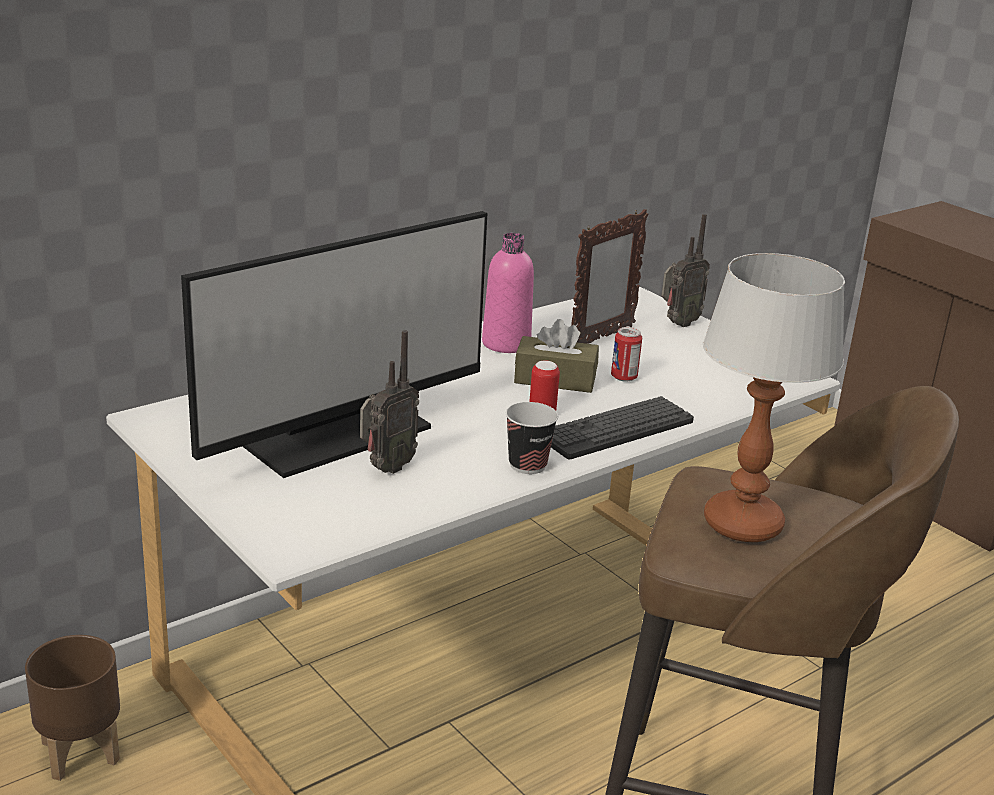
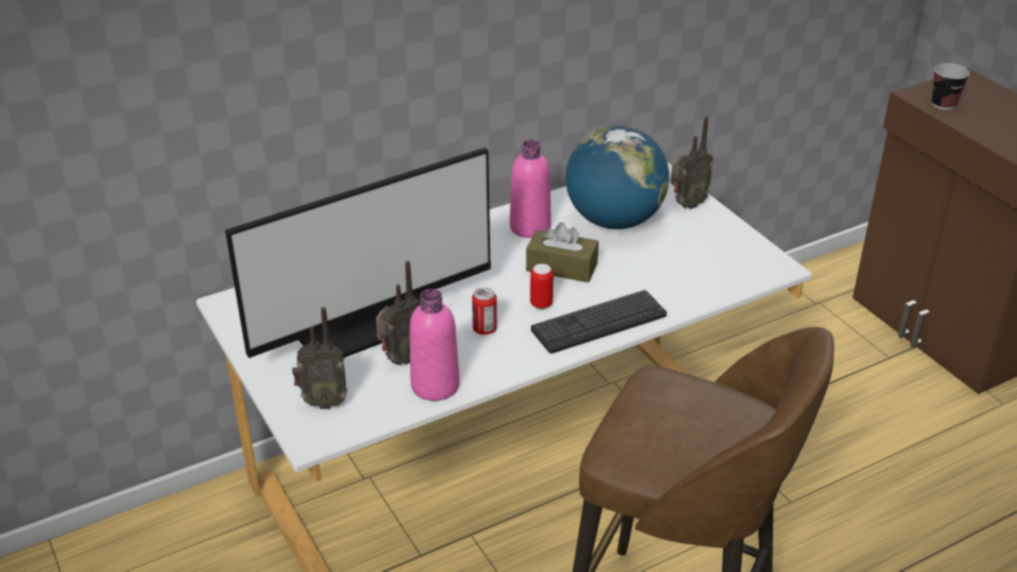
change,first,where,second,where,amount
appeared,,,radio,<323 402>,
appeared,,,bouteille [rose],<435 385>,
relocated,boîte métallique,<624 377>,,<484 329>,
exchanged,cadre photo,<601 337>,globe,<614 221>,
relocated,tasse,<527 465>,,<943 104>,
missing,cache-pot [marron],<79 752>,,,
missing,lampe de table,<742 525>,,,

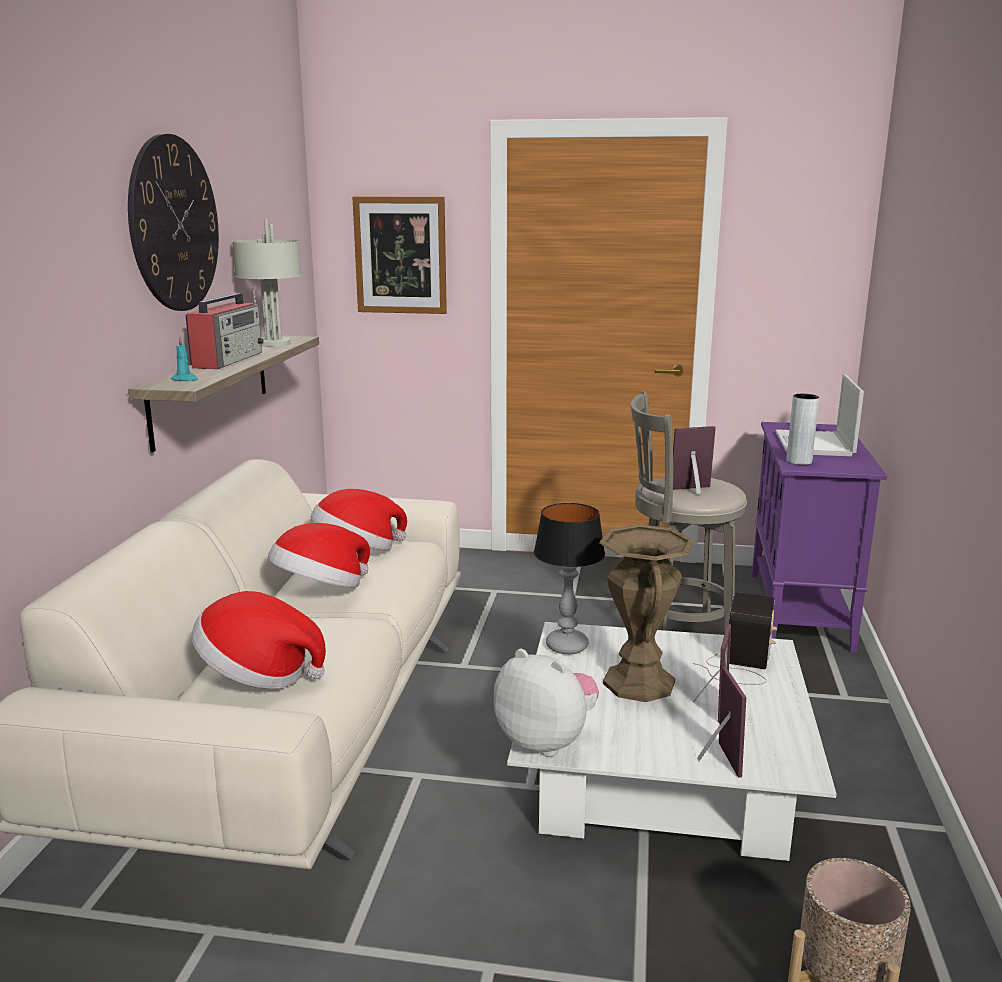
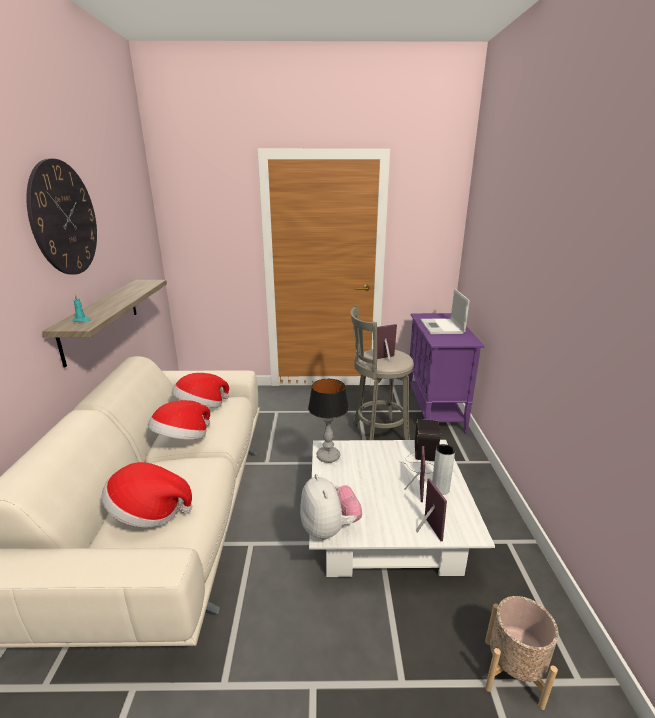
change,first,where,second,where,amount
spun,peluche,<546 741>,,<329 528>,45 degrees clockwise
relocated,vase [gris],<799 461>,,<440 489>,
missing,radio,<228 360>,,,
missing,lampe de table [gris],<272 344>,,,
missing,tableau,<400 255>,,,
missing,vase [marron],<639 683>,,,

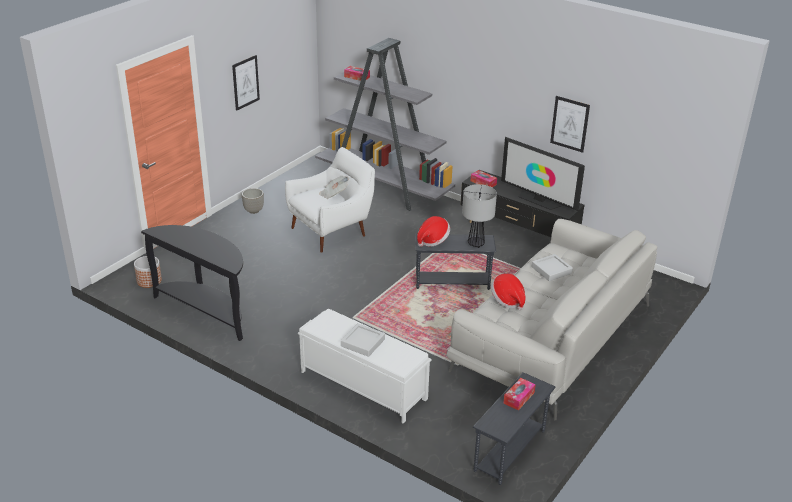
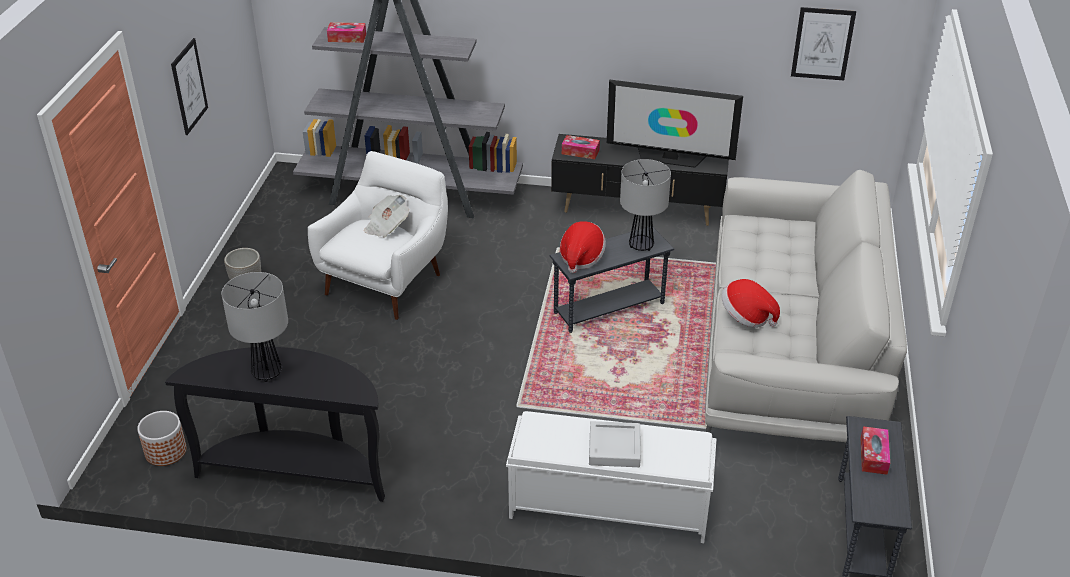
change,first,where,second,where,amount
appeared,,,lampe de table,<267 373>,
relocated,tableau,<569 124>,,<822 44>,
missing,plateau [gris],<551 270>,,,

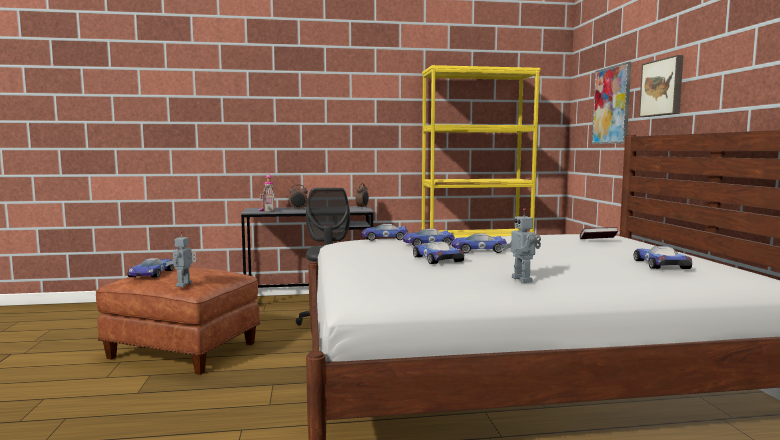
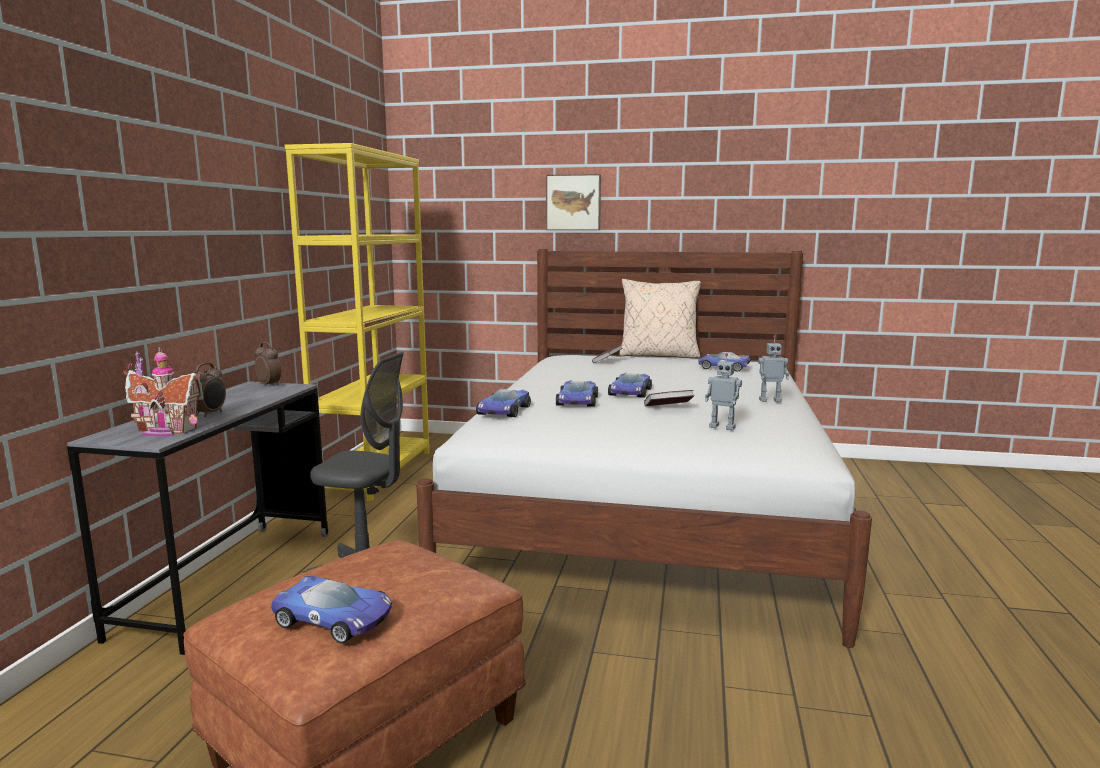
change,first,where,second,where,amount
appeared,,,coussin [beige],<659 355>,
exchanged,petite voiture,<437 259>,livre,<668 408>,
relocated,robot jouet,<184 285>,,<722 427>,
missing,tableau,<611 105>,,,

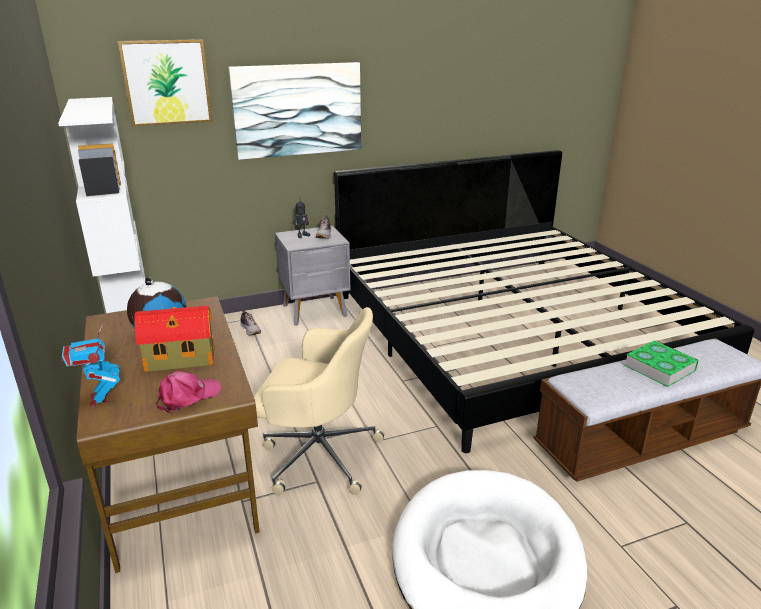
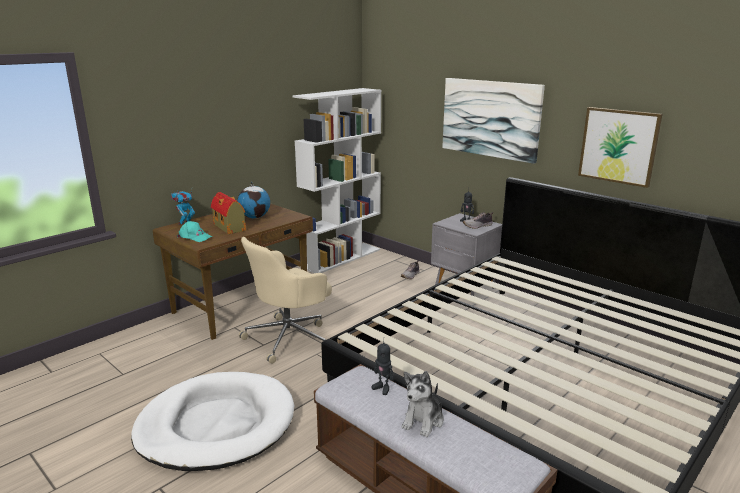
change,first,where,second,where,amount
colour,casquette [rose],<187 396>,casquette [turquoise],<194 237>,
spun,chaise de bureau [beige],<318 454>,,<289 337>,60 degrees clockwise
appeared,,,robot jouet,<382 388>,
exchanged,livre,<659 368>,peluche,<423 420>,
relocated,tableau,<167 82>,,<618 146>,

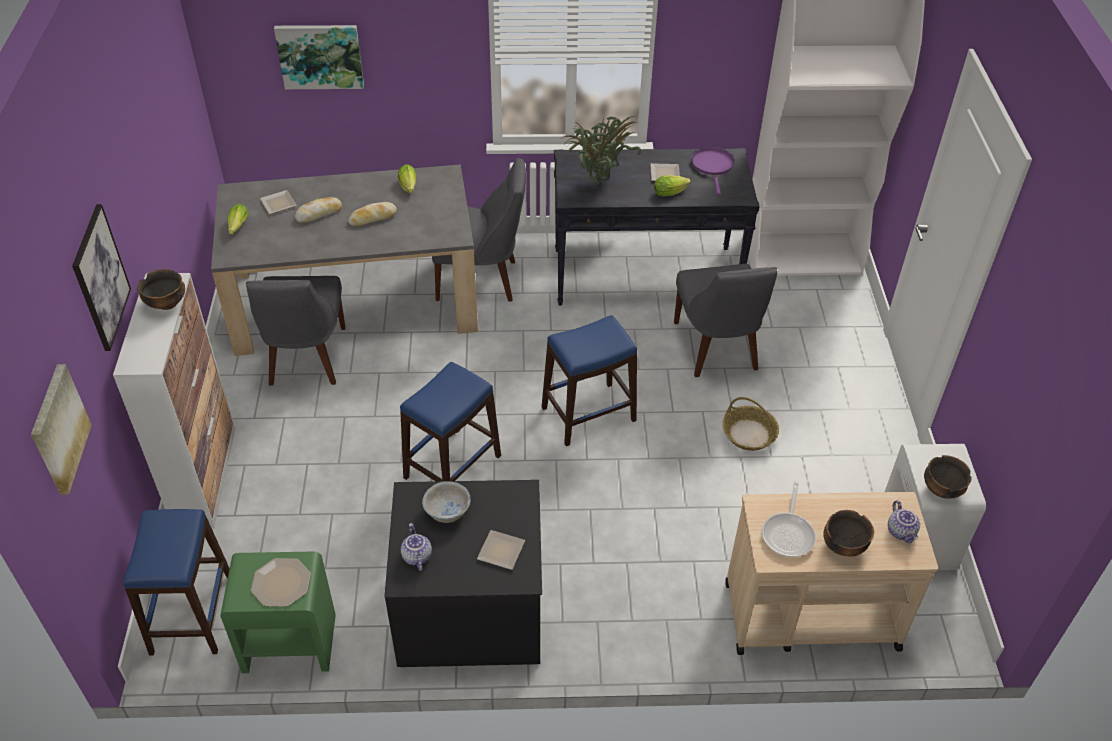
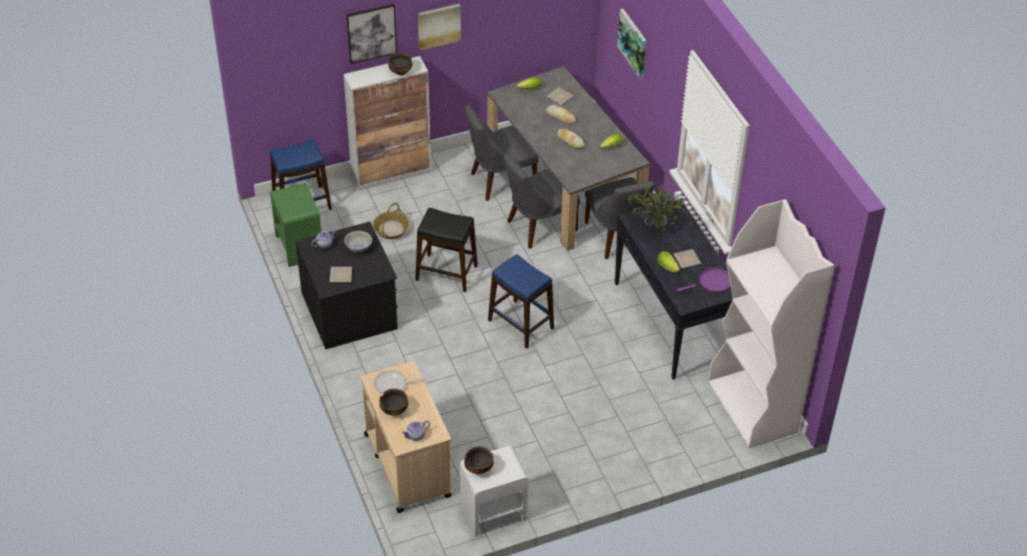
change,first,where,second,where,amount
relocated,panier,<748 434>,,<391 229>,
colour,tabouret [bleu],<453 467>,tabouret [noir],<446 273>,
relocated,tableau,<58 429>,,<439 25>,
relocated,chaise [gris],<717 349>,,<538 226>,
missing,assiette,<280 583>,,,

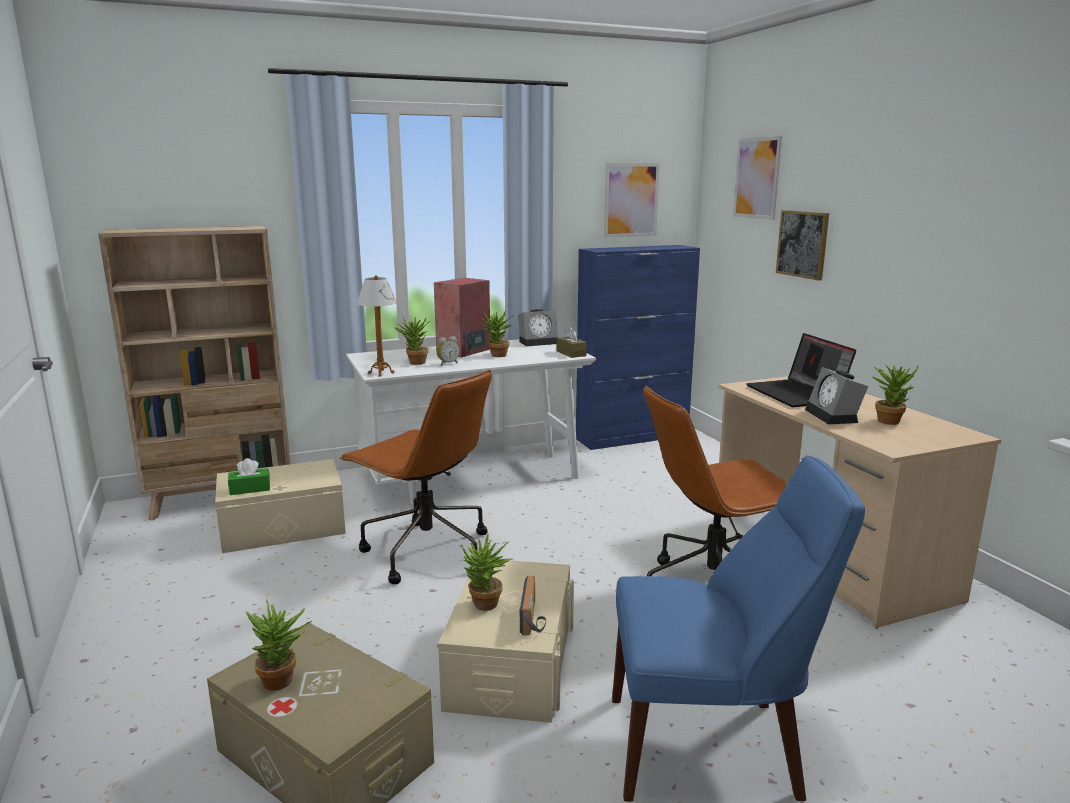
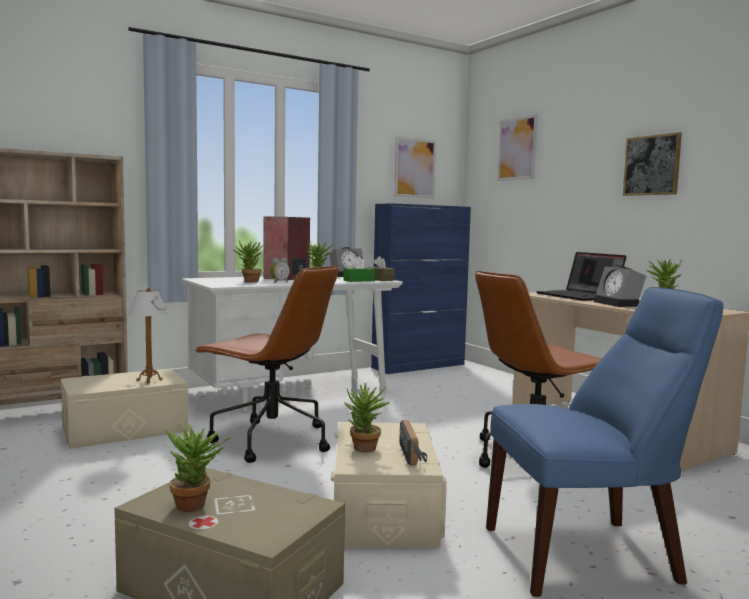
change,first,where,second,where,amount
relocated,lampe de table,<381 373>,,<149 380>,
relocated,boîte à mouchoirs [vert],<250 489>,,<359 280>,
relocated,tableau,<803 244>,,<652 165>,

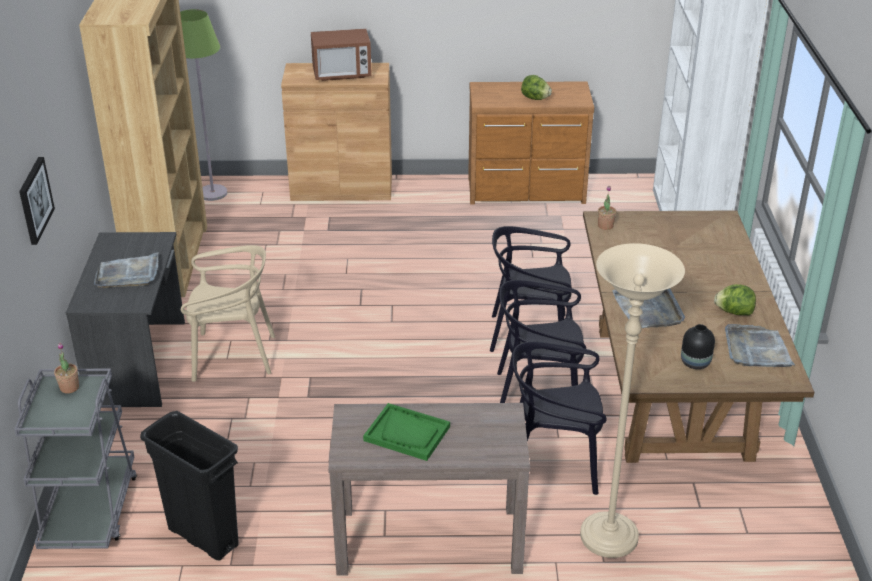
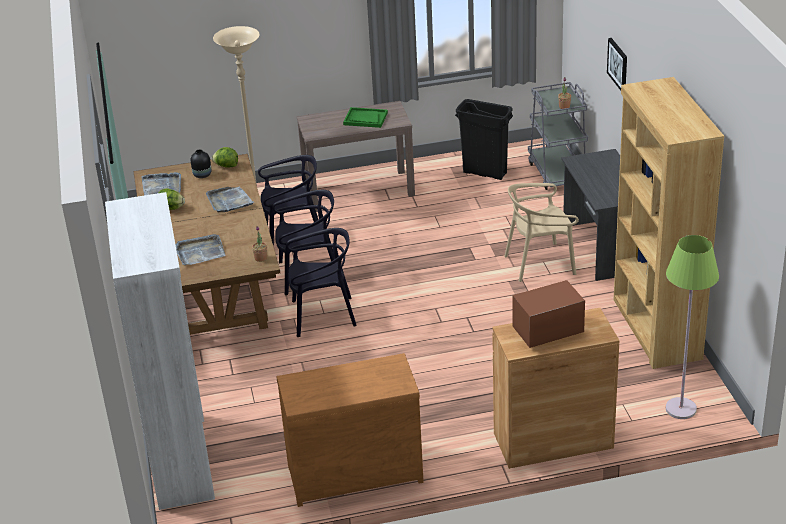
change,first,where,second,where,amount
relocated,plateau [gris],<128 274>,,<200 252>,
relocated,laitue,<535 98>,,<226 166>,

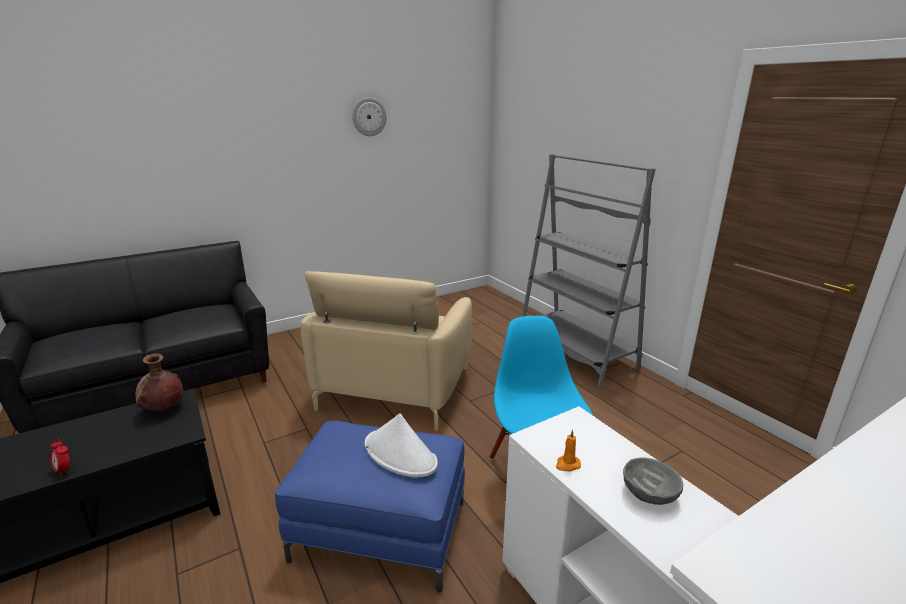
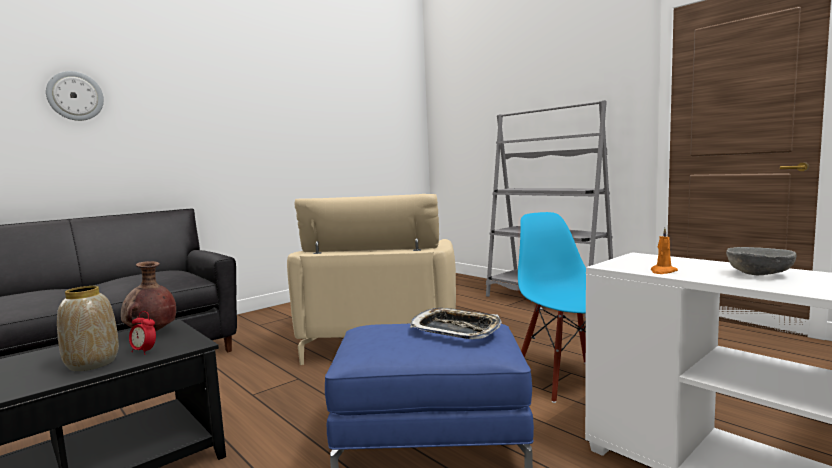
change,first,where,second,where,amount
relocated,horloge murale,<369 117>,,<75 96>,
appeared,,,vase,<93 363>,
relocated,réveil,<64 470>,,<144 351>,
exchanged,chapeau [blanc],<400 454>,plateau,<456 330>,

